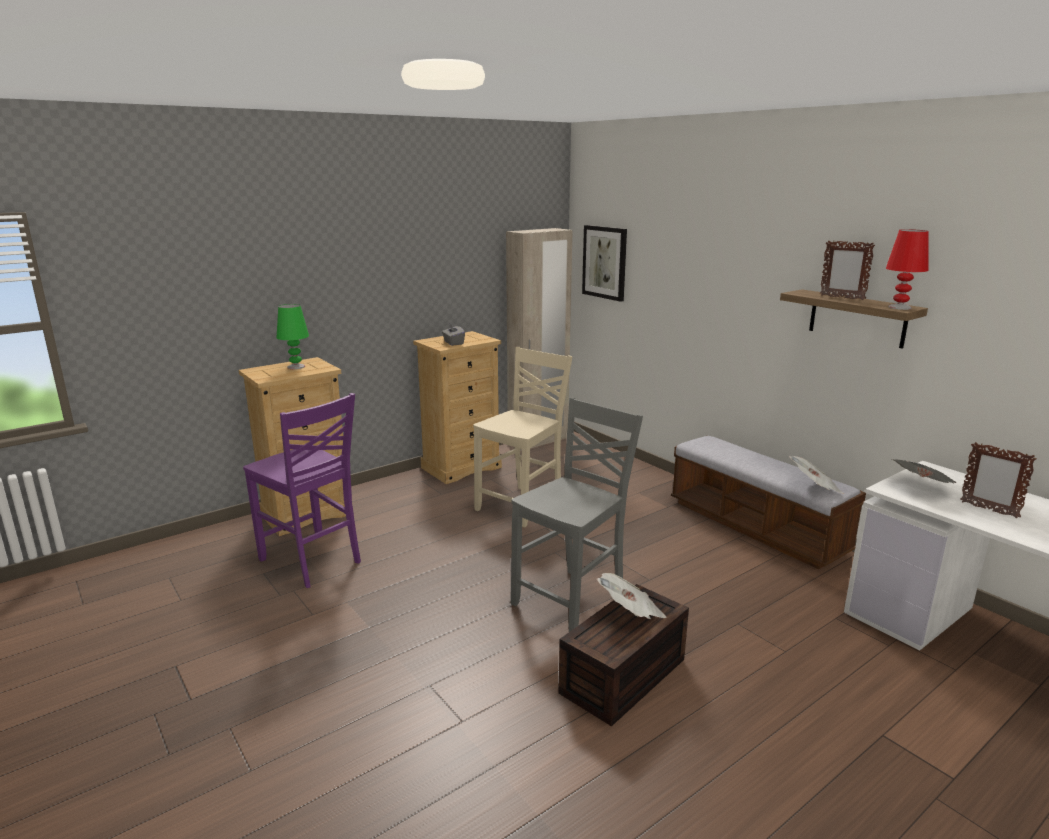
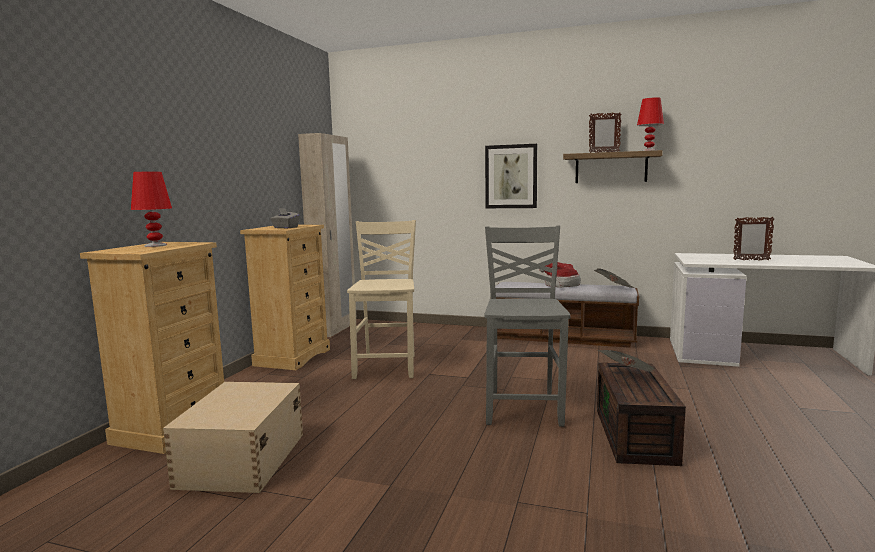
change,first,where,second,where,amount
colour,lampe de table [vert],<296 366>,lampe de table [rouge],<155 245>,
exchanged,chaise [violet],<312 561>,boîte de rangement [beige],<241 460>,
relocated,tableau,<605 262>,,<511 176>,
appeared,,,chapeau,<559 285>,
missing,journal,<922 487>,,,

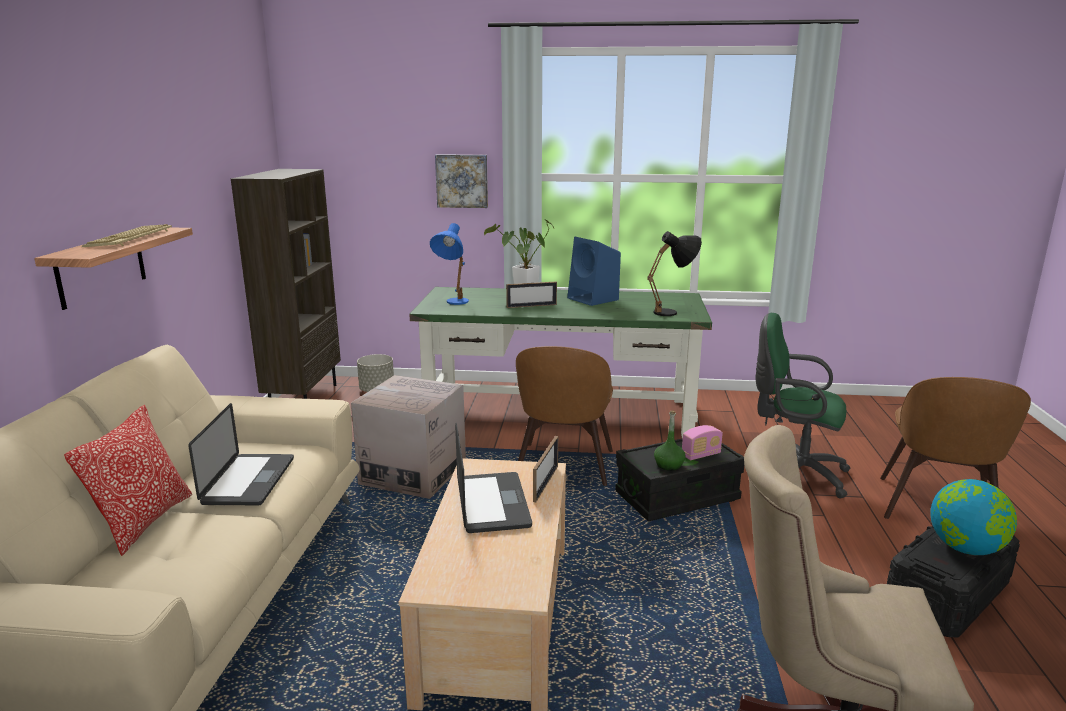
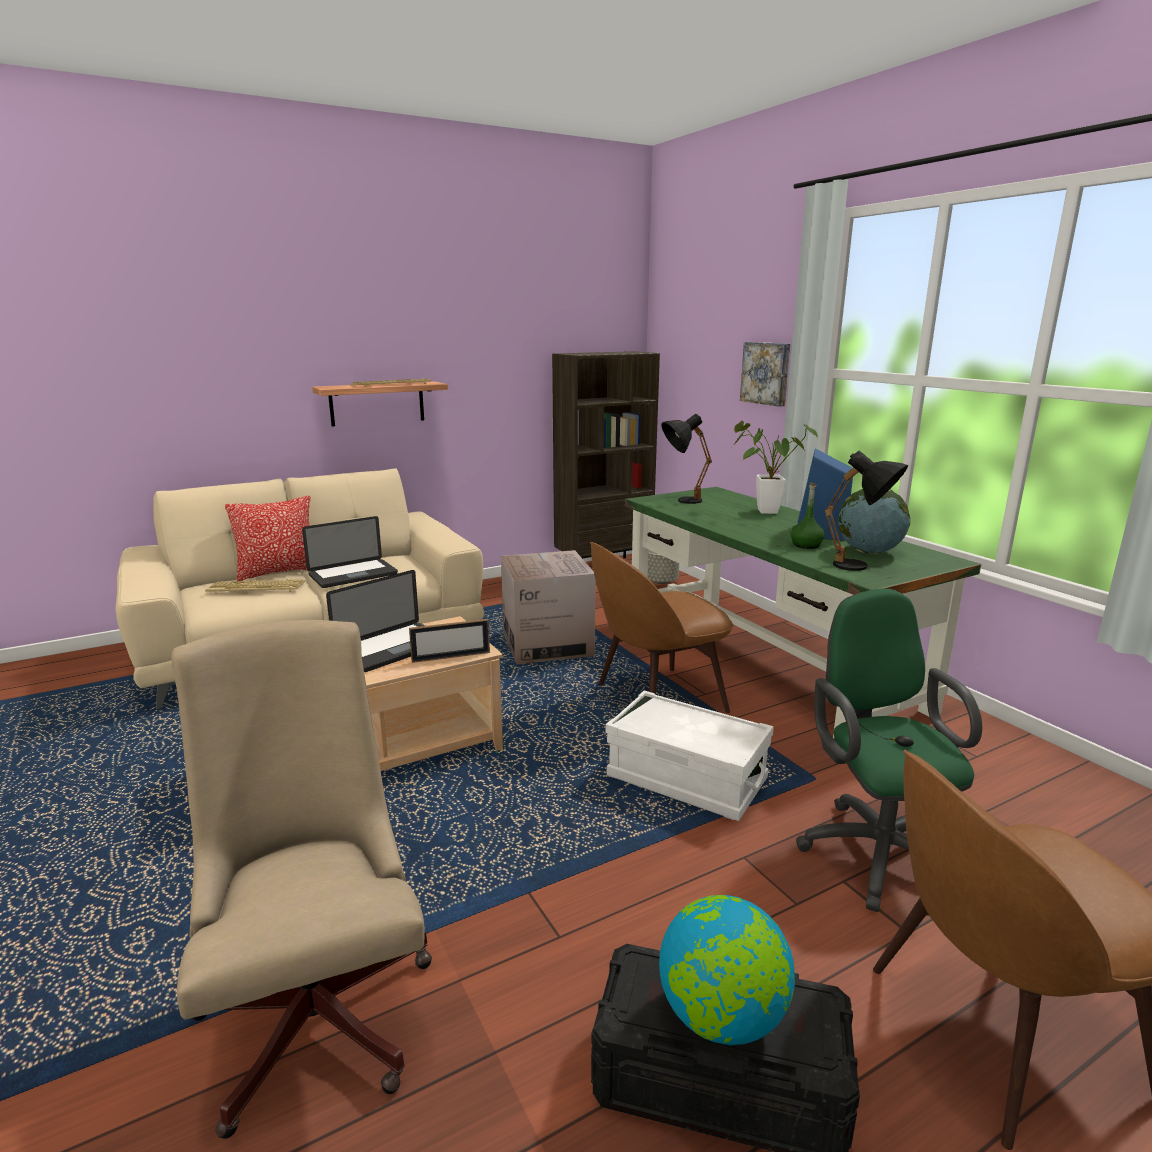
change,first,where,second,where,amount
appeared,,,clavier,<255 588>,
colour,boîte de rangement [noir],<677 497>,boîte de rangement [blanc],<686 779>,
colour,lampe de table [bleu],<453 303>,lampe de table [noir],<681 501>,
relocated,bouteille [vert],<668 465>,,<806 545>,
appeared,,,globe,<869 552>,
missing,cadre photo,<531 306>,,,
missing,radio,<701 455>,,,

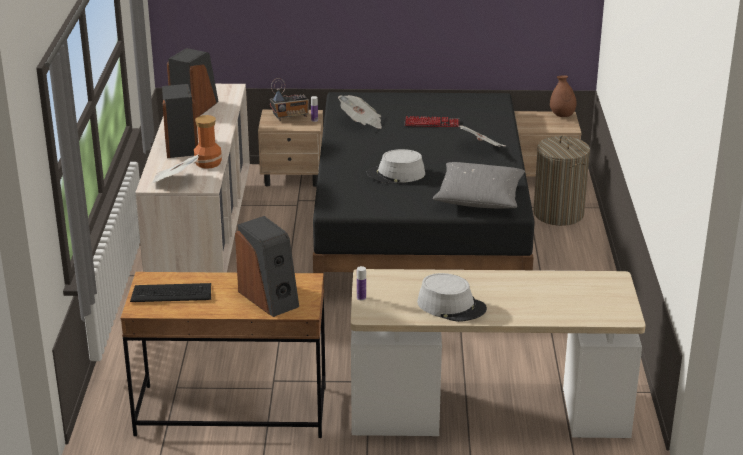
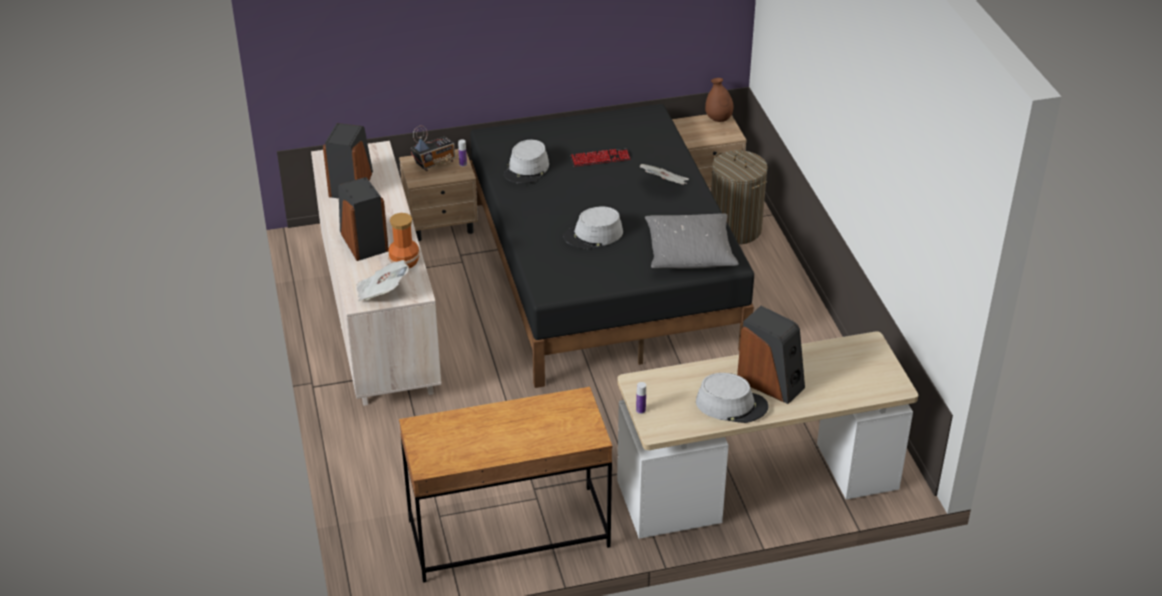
change,first,where,second,where,amount
exchanged,journal,<361 123>,chapeau [gris],<526 169>,
relocated,enceinte,<269 298>,,<771 382>,
missing,clavier,<171 294>,,,

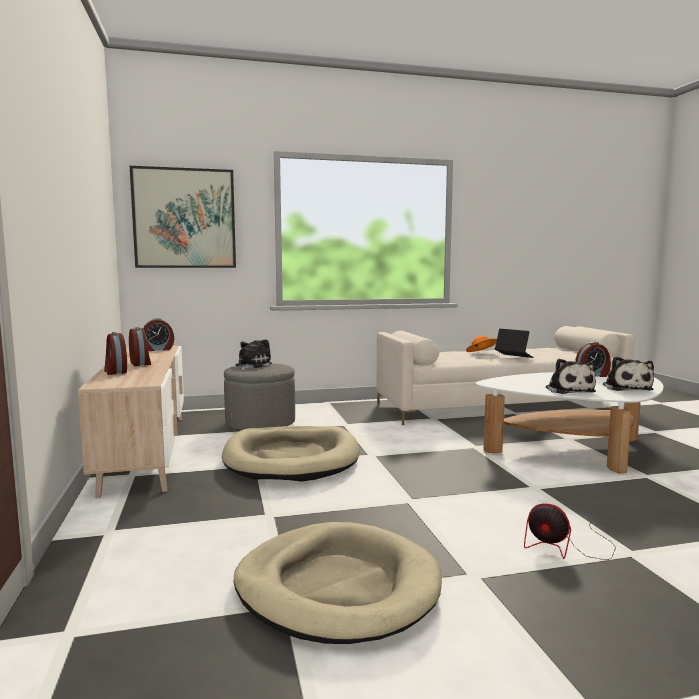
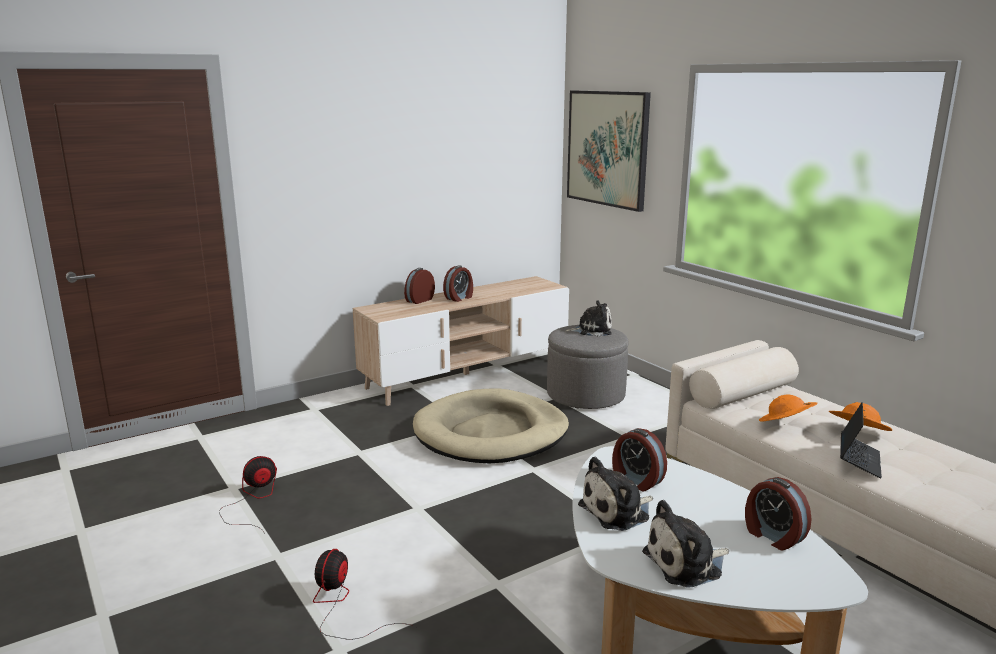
change,first,where,second,where,amount
exchanged,panier pour chien [beige],<337 587>,ventilateur,<253 501>,
relocated,réveil,<158 349>,,<636 481>,
appeared,,,chapeau [orange],<785 425>,

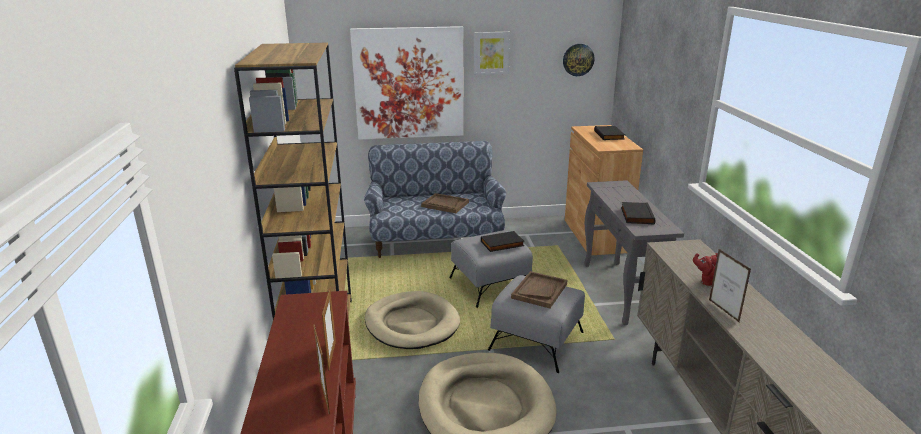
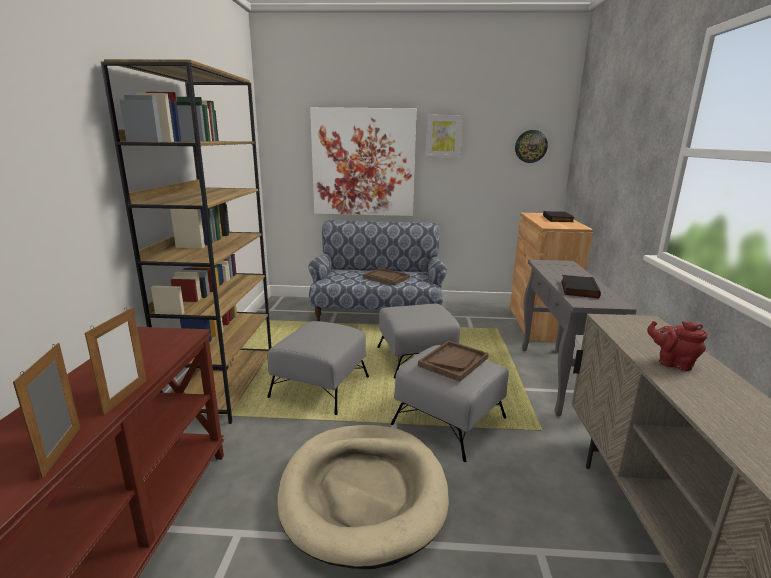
change,first,where,second,where,amount
exchanged,panier pour chien [beige],<412 324>,pouf [gris],<321 387>,
missing,livre [noir],<502 244>,,,
missing,cadre photo,<723 311>,,,

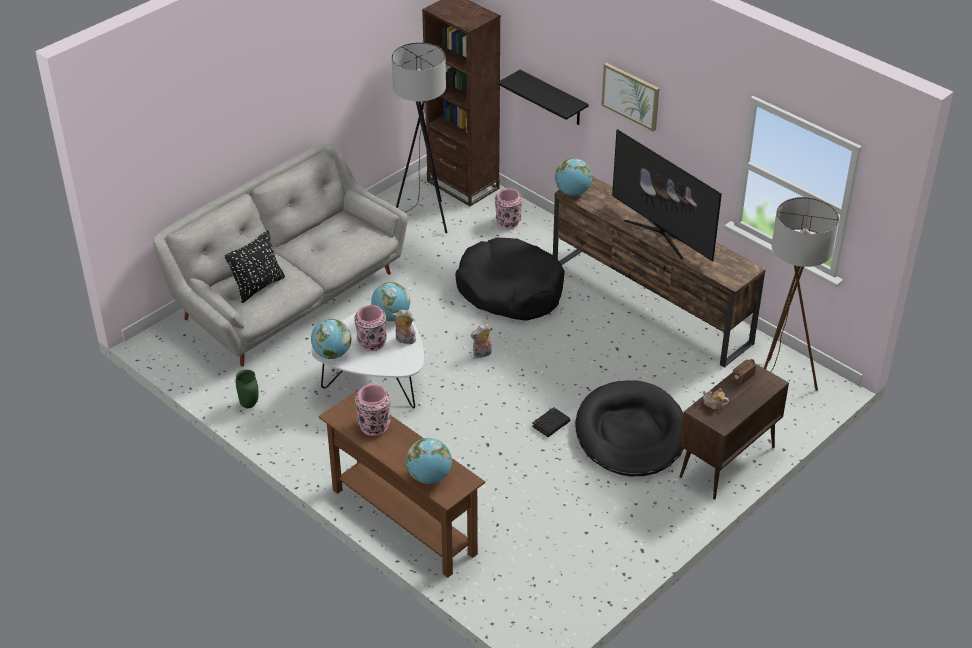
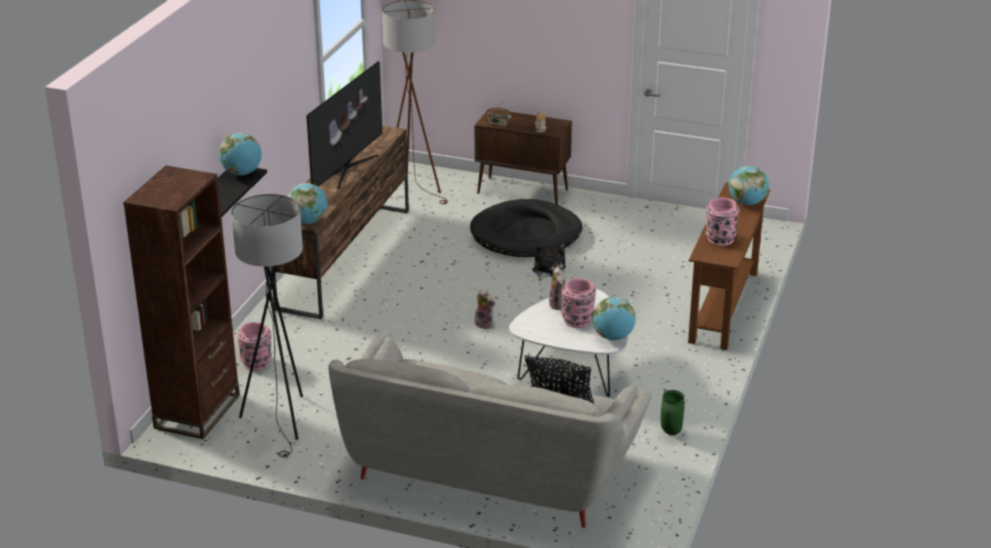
change,first,where,second,where,amount
relocated,globe,<391 317>,,<242 173>,
exchanged,livre [noir],<551 424>,peluche,<547 270>,
missing,panier pour chien [noir],<510 290>,,,
missing,tableau,<631 96>,,,

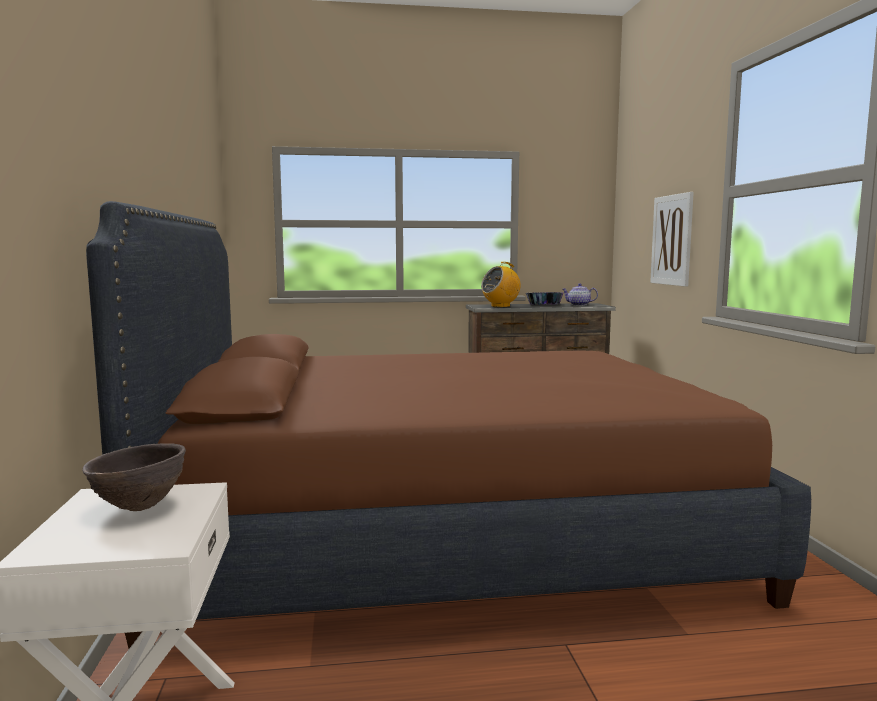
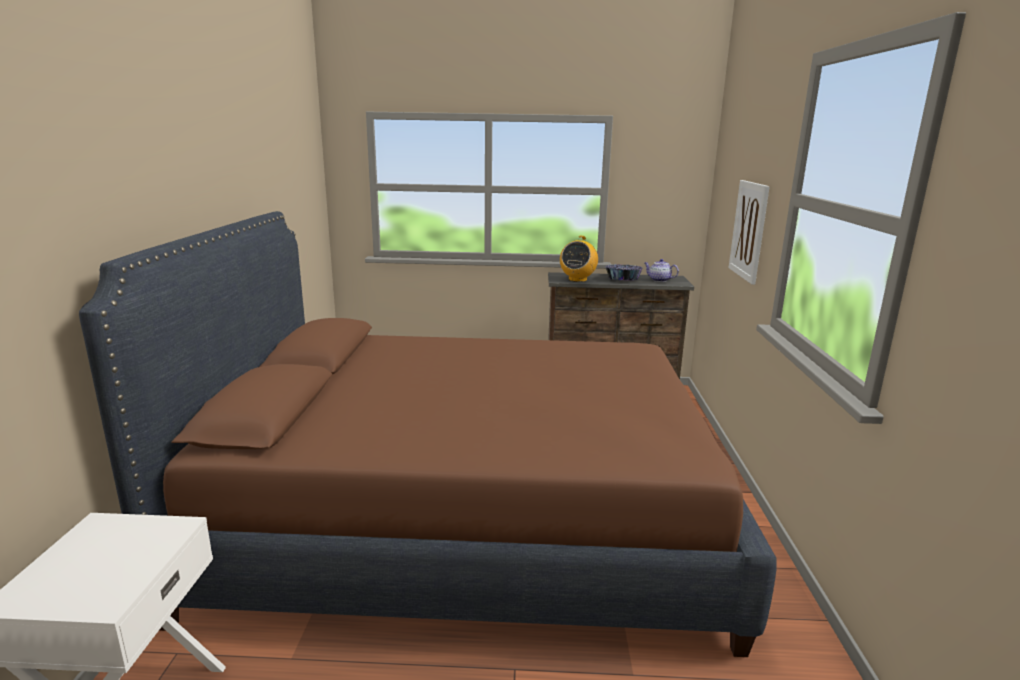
change,first,where,second,where,amount
spun,radio,<500 306>,,<577 279>,45 degrees counterclockwise
missing,bol [marron],<138 507>,,,

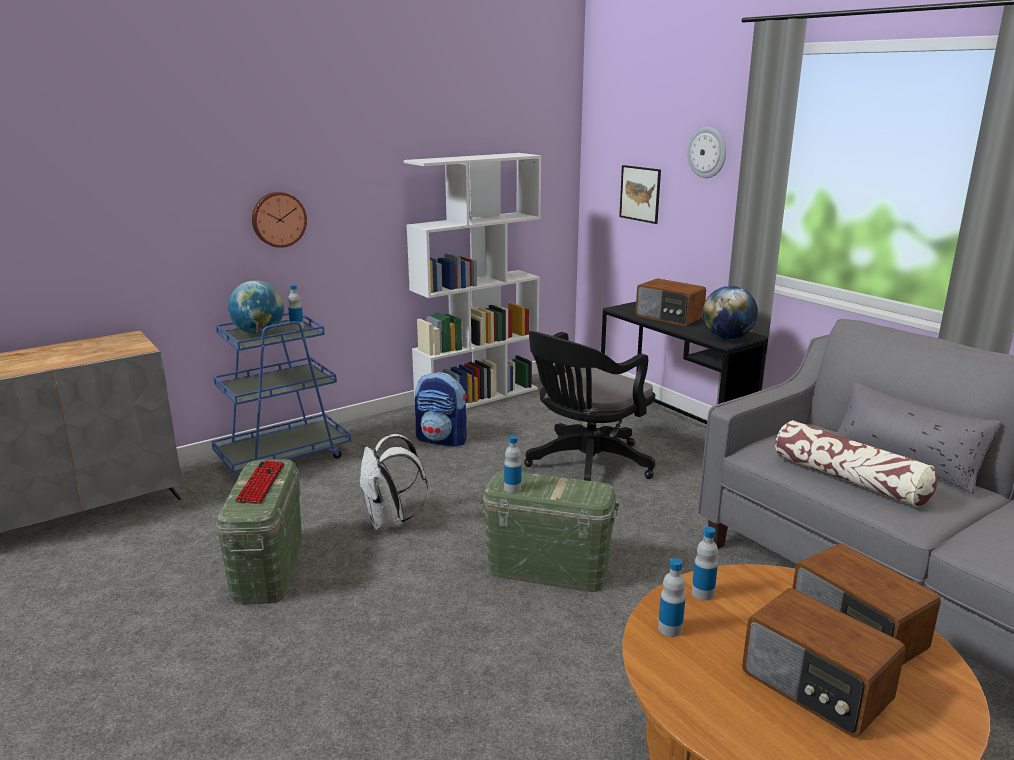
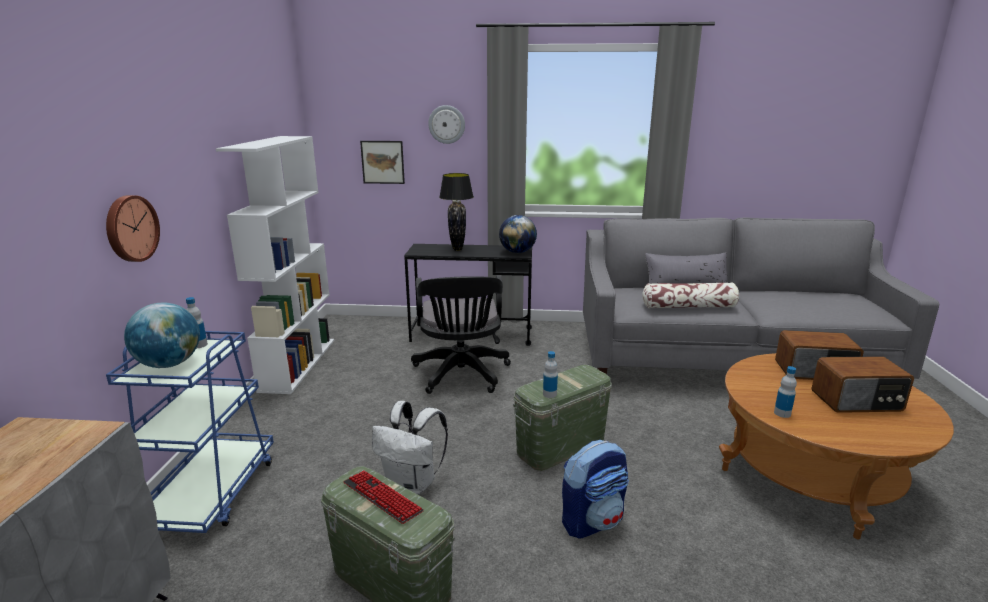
change,first,where,second,where,amount
exchanged,radio,<669 317>,lampe de table [noir],<457 249>,
relocated,sac à dos,<442 440>,,<592 521>,
missing,bouteille,<703 593>,,,

